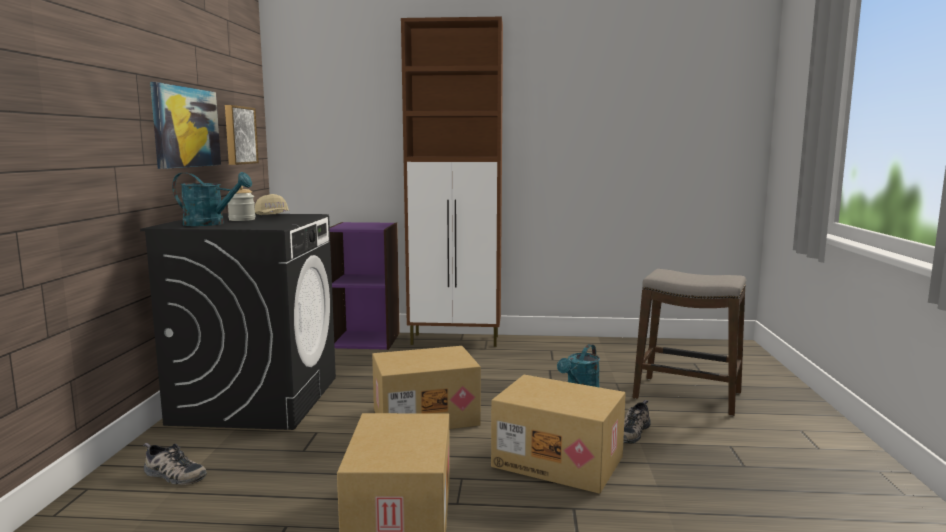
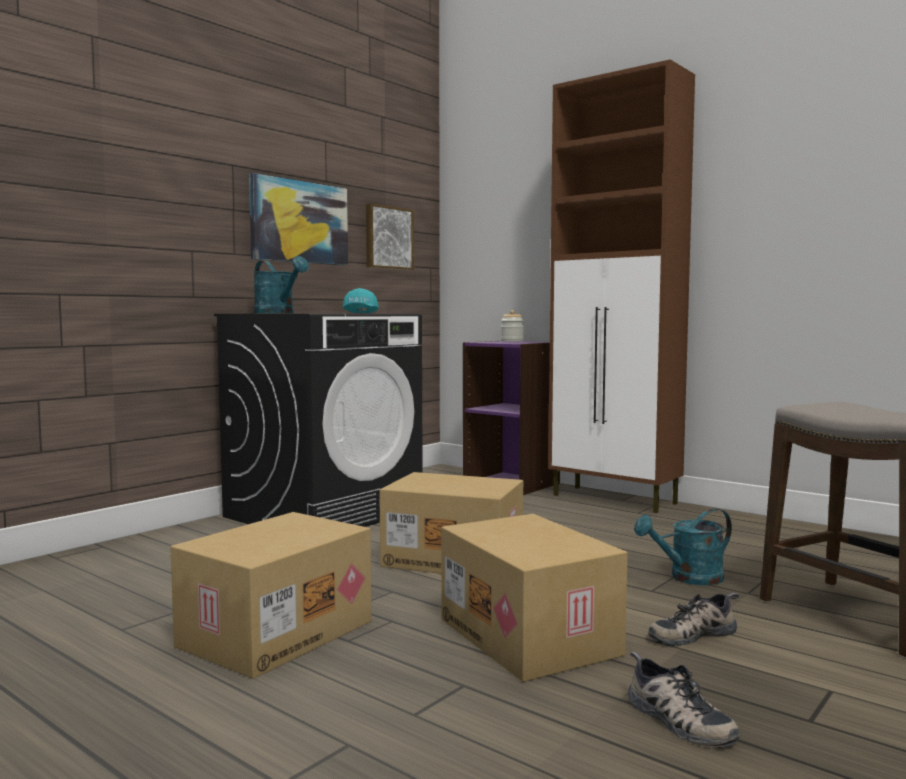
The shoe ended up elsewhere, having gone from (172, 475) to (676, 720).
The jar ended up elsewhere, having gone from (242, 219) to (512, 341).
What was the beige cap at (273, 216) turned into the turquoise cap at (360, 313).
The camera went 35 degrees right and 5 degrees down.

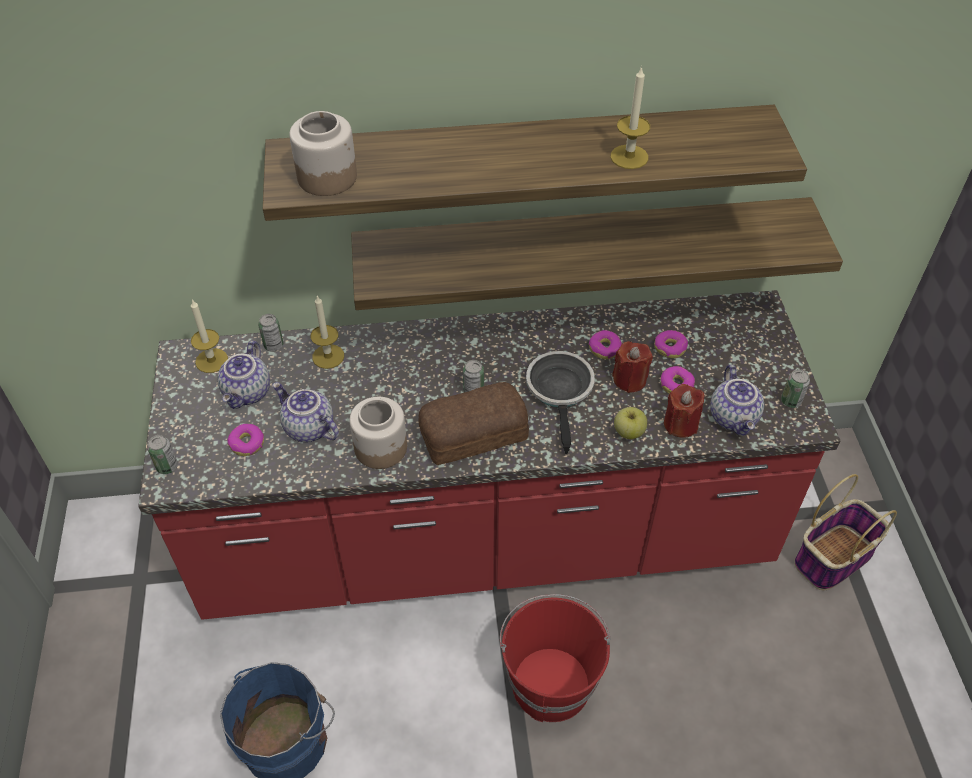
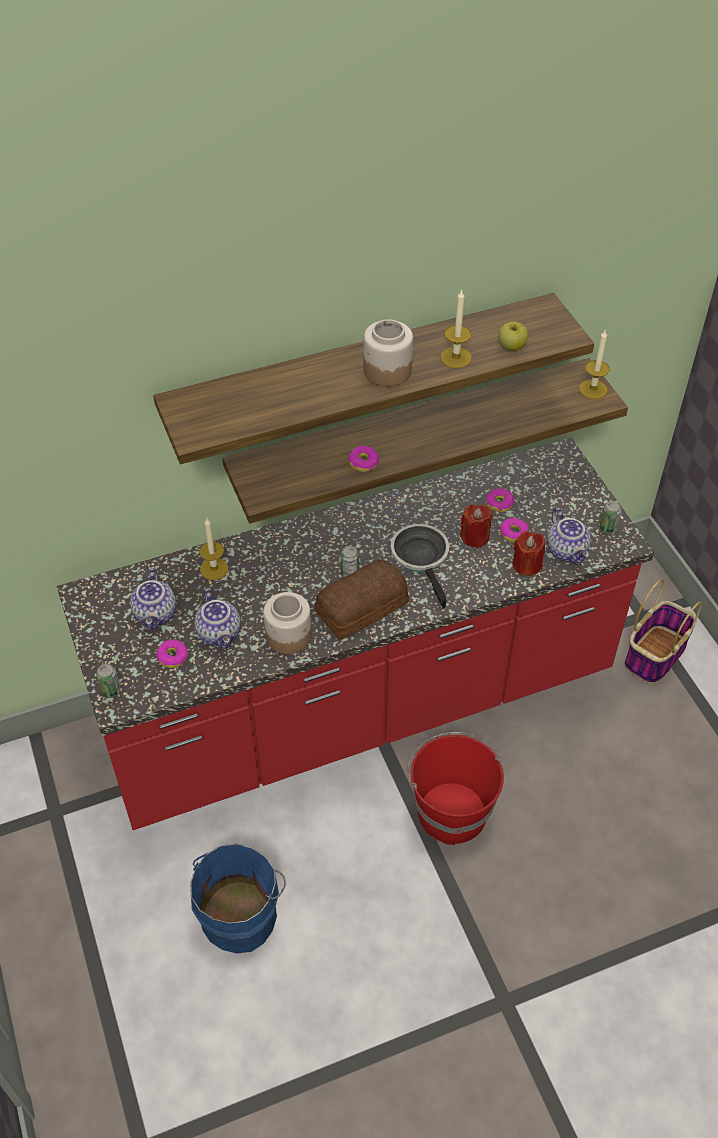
The second view lost the can at (273, 345).
The candle ended up elsewhere, having gone from (211, 360) to (593, 389).
The jar ended up elsewhere, having gone from (327, 177) to (387, 370).
The donut ended up elsewhere, having gone from (604, 349) to (363, 463).
The apple ended up elsewhere, having gone from (628, 432) to (511, 346).
The teapot at (308, 428) ended up facing another way, 135 degrees counterclockwise from before.
The camera went 15 degrees left and 0 degrees up.

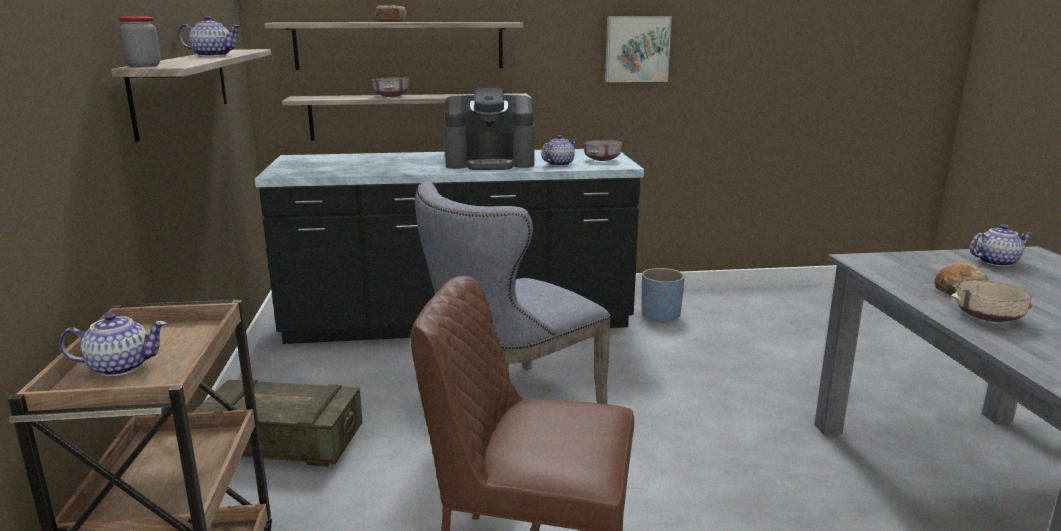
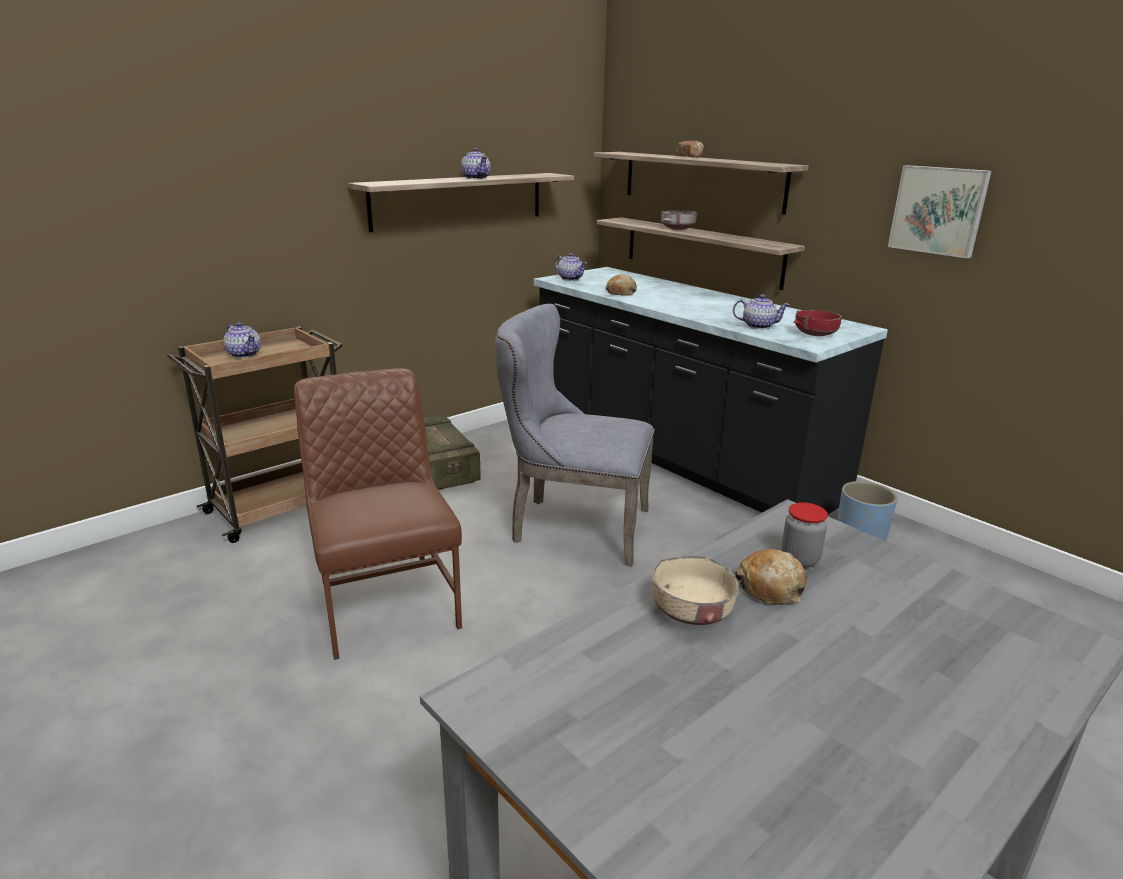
The second view lost the coffee machine at (490, 163).
The second view gained the bread at (621, 292).
The jar ended up elsewhere, having gone from (143, 66) to (799, 559).
The teapot ended up elsewhere, having gone from (995, 262) to (571, 278).
What was the grey bowl at (602, 160) turned into the red bowl at (816, 334).
The camera went 55 degrees right and 5 degrees up.

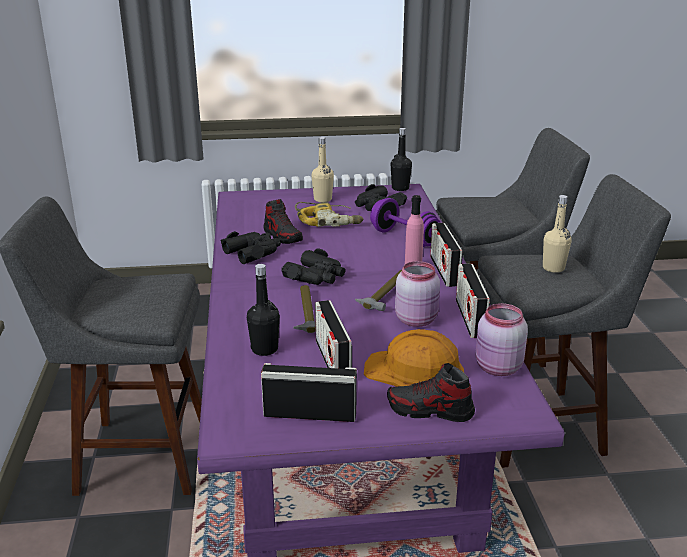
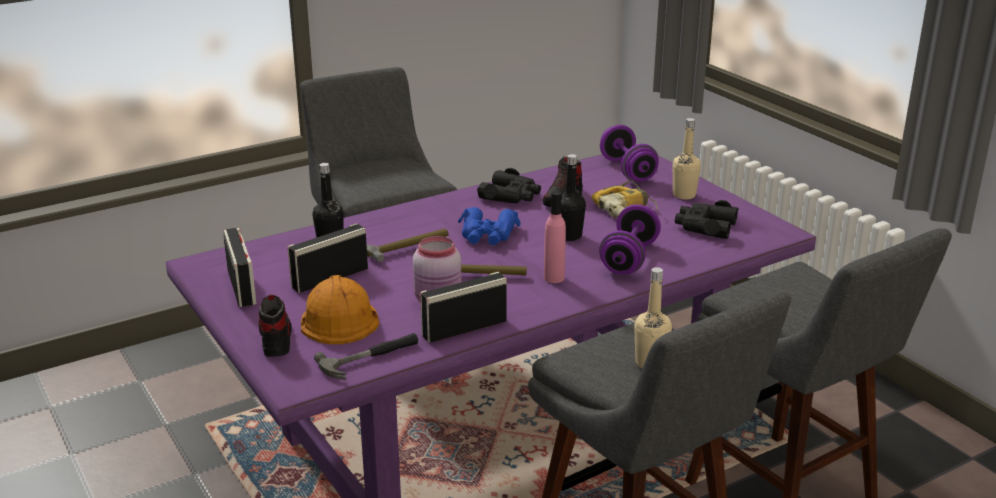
The second view lost the radio at (444, 271).
The second view gained the purple dumbbell at (627, 170).
The black bottle ended up elsewhere, having gone from (400, 188) to (569, 236).
Where the pink jar stood at (497, 368), the hammer came to stand at (371, 358).
What was the black binoculars at (316, 276) turned into the blue binoculars at (487, 235).
The camera went 65 degrees right and 0 degrees up.

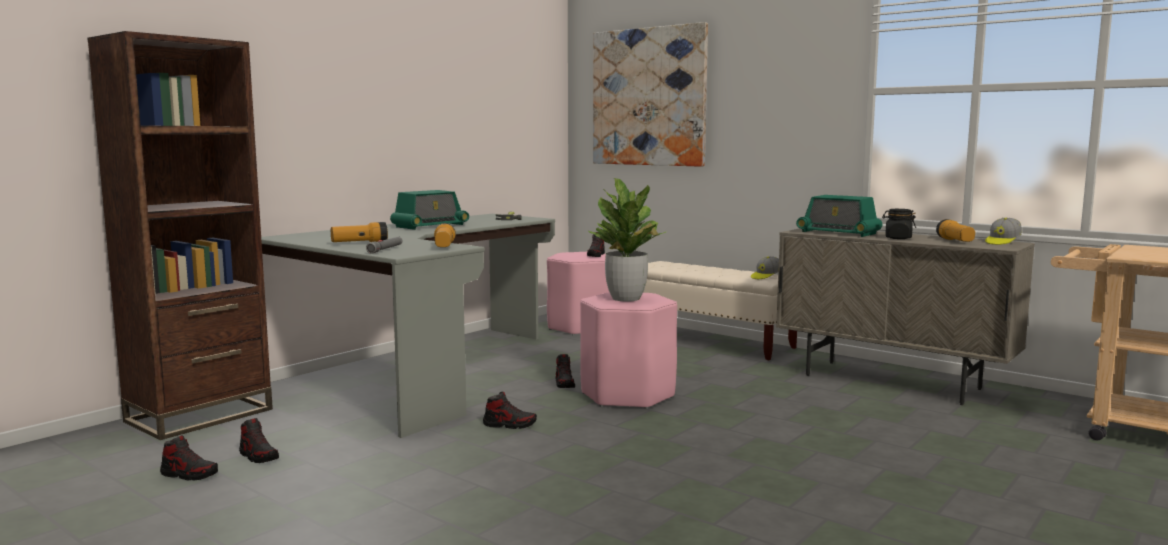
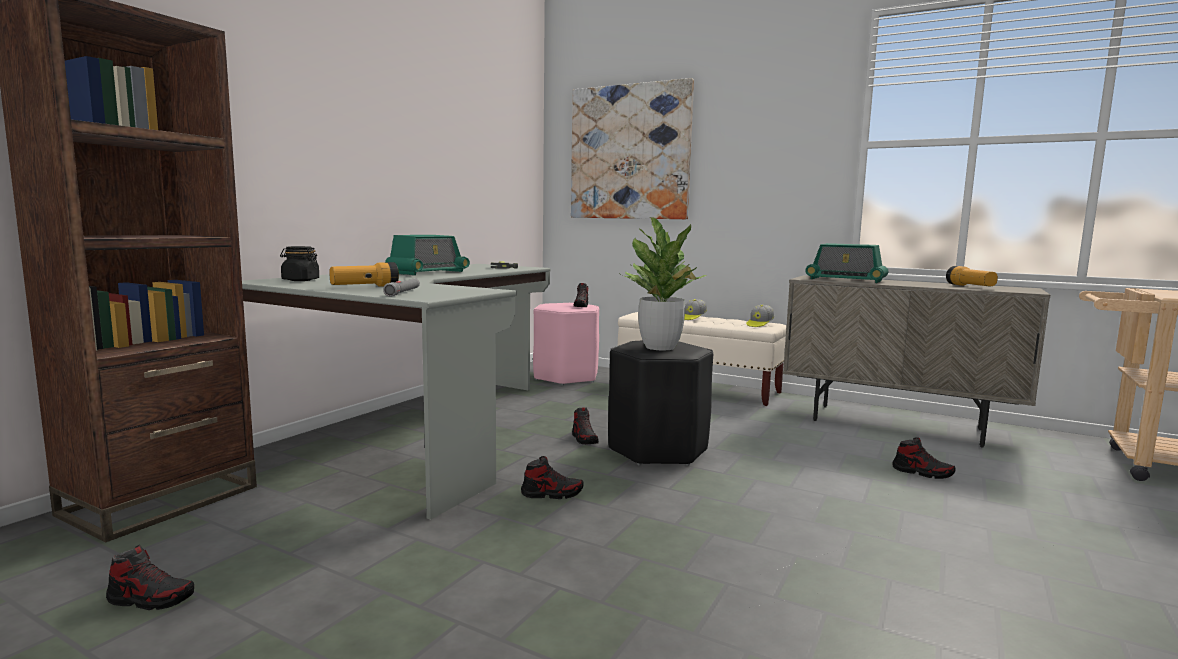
The second view lost the flashlight at (444, 246).
The shoe ended up elsewhere, having gone from (258, 456) to (922, 473).
The black jar ended up elsewhere, having gone from (898, 238) to (300, 280).
The cap ended up elsewhere, having gone from (1002, 242) to (693, 318).
What was the pink stool at (628, 395) turned into the black stool at (658, 450).
The camera went 10 degrees left and 0 degrees up.

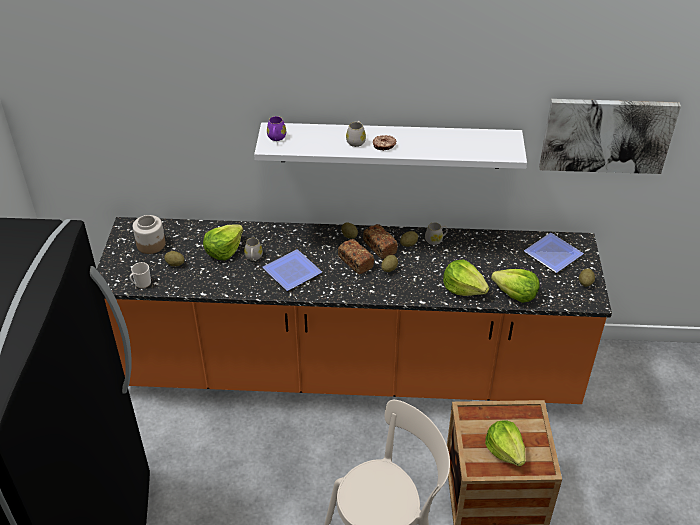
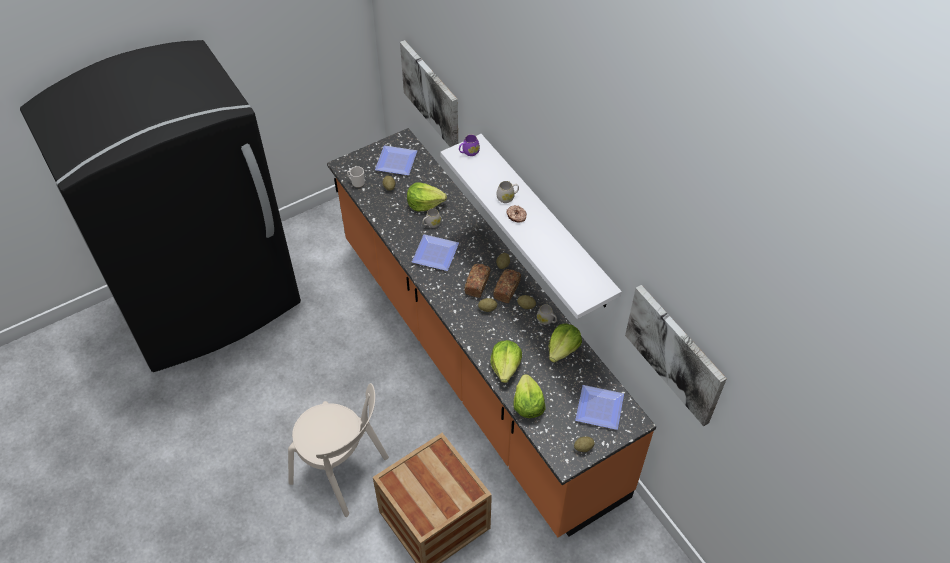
The second view gained the picture at (431, 94).
The lettuce ended up elsewhere, having gone from (505, 450) to (563, 349).
Where the jar stood at (151, 244), the plate came to stand at (397, 163).
The camera went 55 degrees right and 10 degrees up.

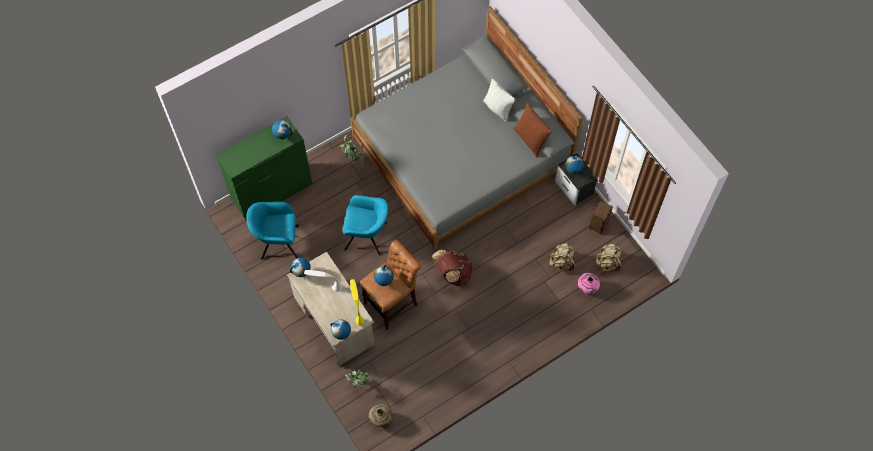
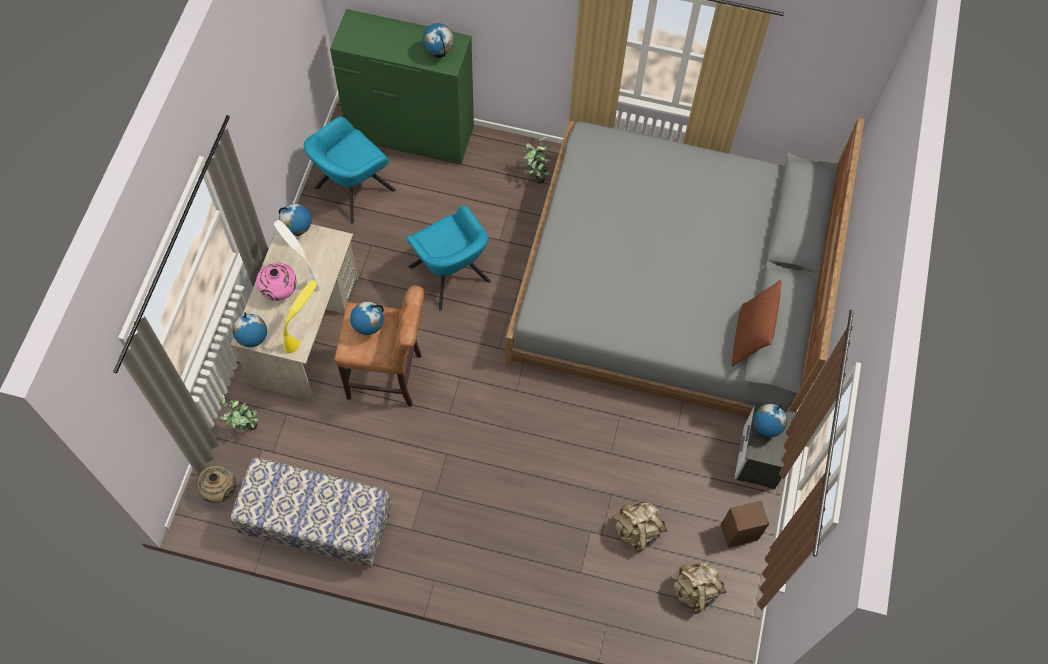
The second view lost the brown backpack at (453, 274).
The second view lost the pillow at (498, 108).
The second view gained the bench at (317, 524).
The pink vase ended up elsewhere, having gone from (587, 288) to (280, 291).
The turquoise armchair at (277, 242) ended up facing another way, 90 degrees counterclockwise from before.
The camera went 45 degrees right and 0 degrees up.

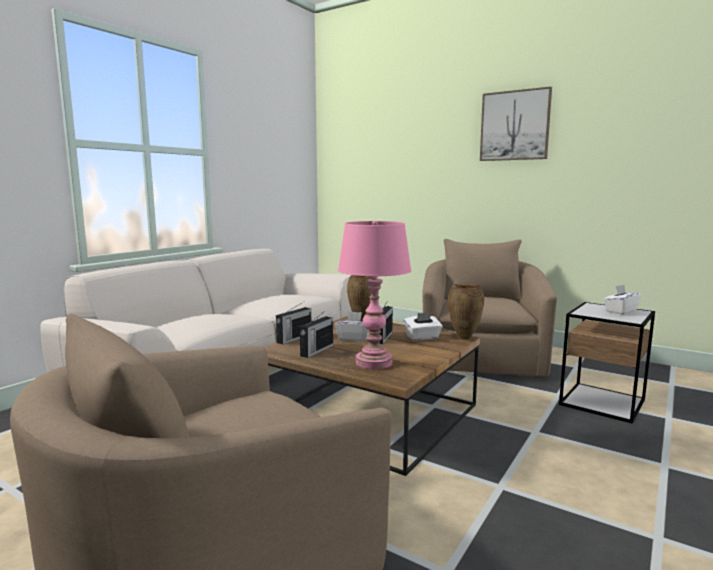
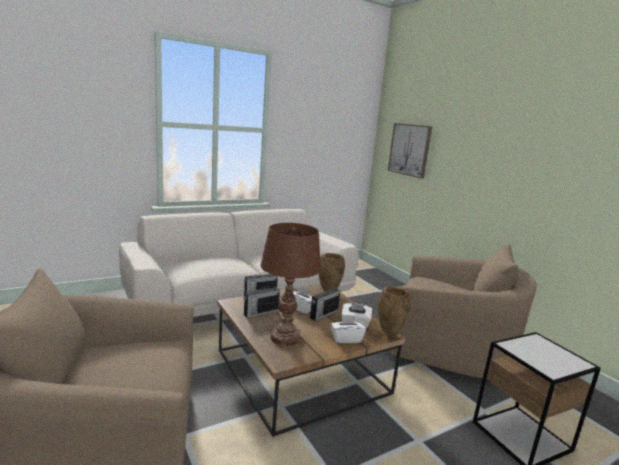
The picture ended up elsewhere, having gone from (515, 125) to (409, 150).
The white tissue box ended up elsewhere, having gone from (620, 311) to (346, 339).
What was the pink table lamp at (373, 362) turned into the brown table lamp at (285, 337).
The beige armchair at (480, 357) ended up facing another way, 75 degrees clockwise from before.
The camera went 25 degrees right and 5 degrees up.

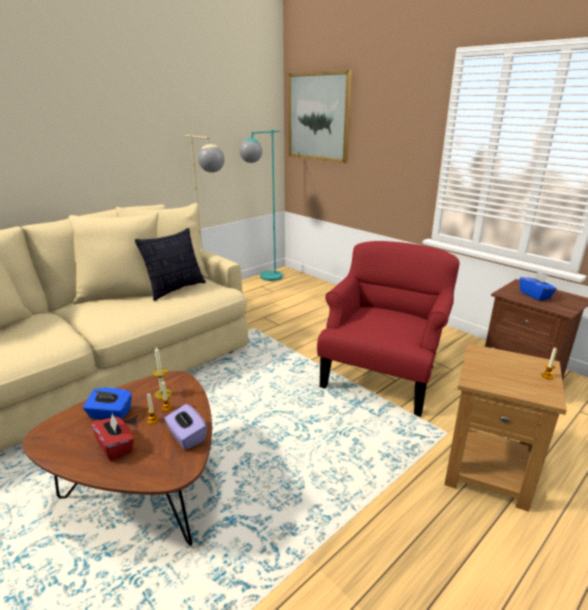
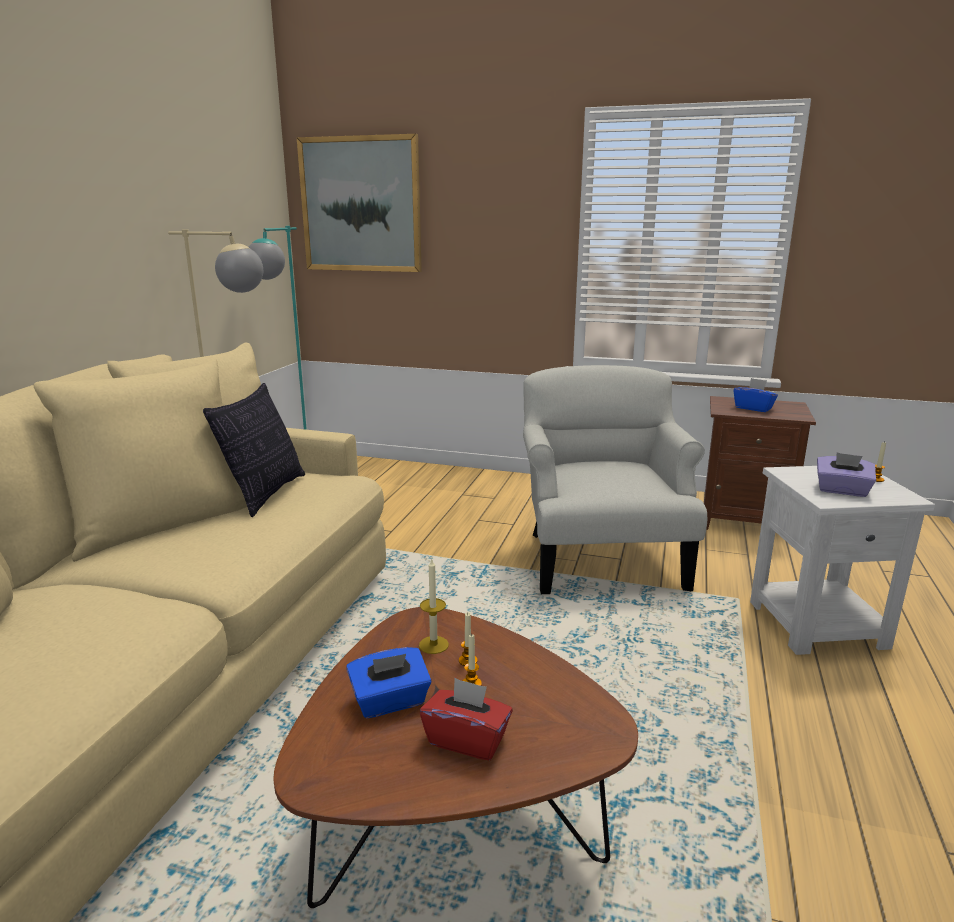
The purple tissue box ended up elsewhere, having gone from (186, 437) to (842, 490).
What was the red armchair at (382, 375) turned into the white armchair at (600, 558).
What was the brown side table at (488, 471) turned into the white side table at (818, 624).
The camera went 30 degrees left and 5 degrees down.

